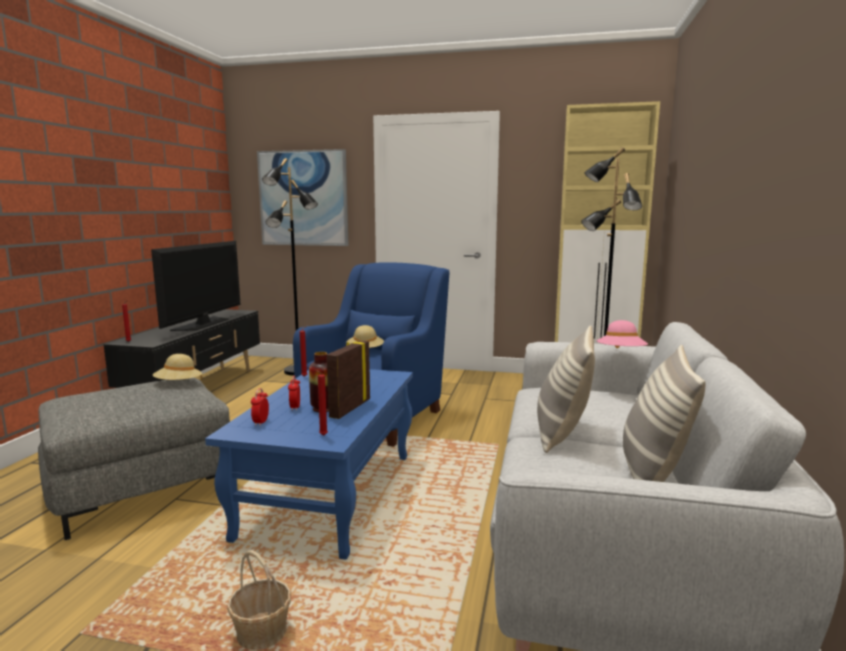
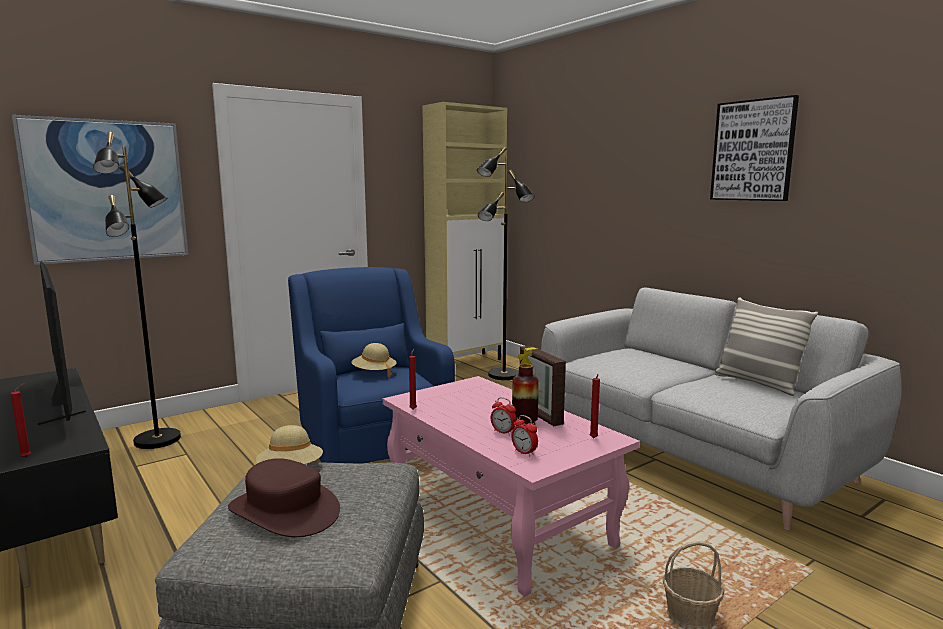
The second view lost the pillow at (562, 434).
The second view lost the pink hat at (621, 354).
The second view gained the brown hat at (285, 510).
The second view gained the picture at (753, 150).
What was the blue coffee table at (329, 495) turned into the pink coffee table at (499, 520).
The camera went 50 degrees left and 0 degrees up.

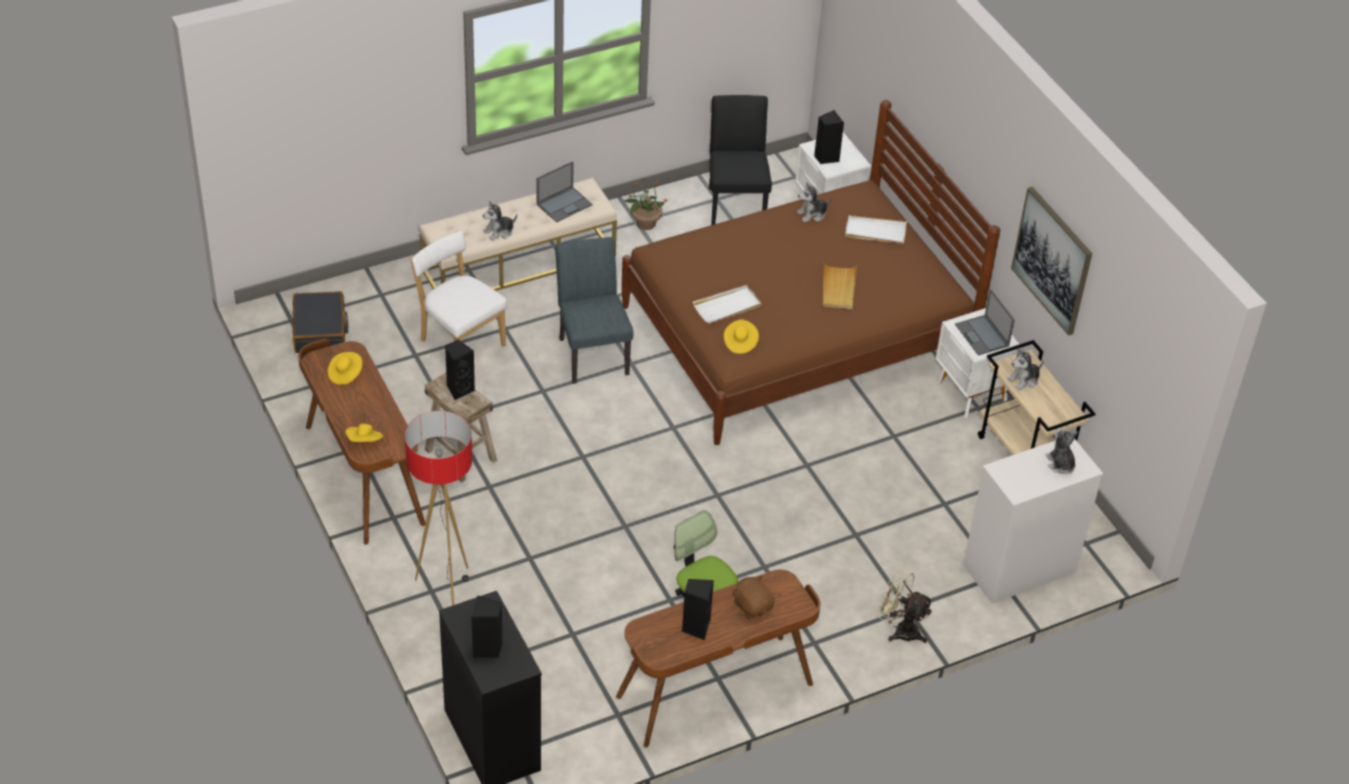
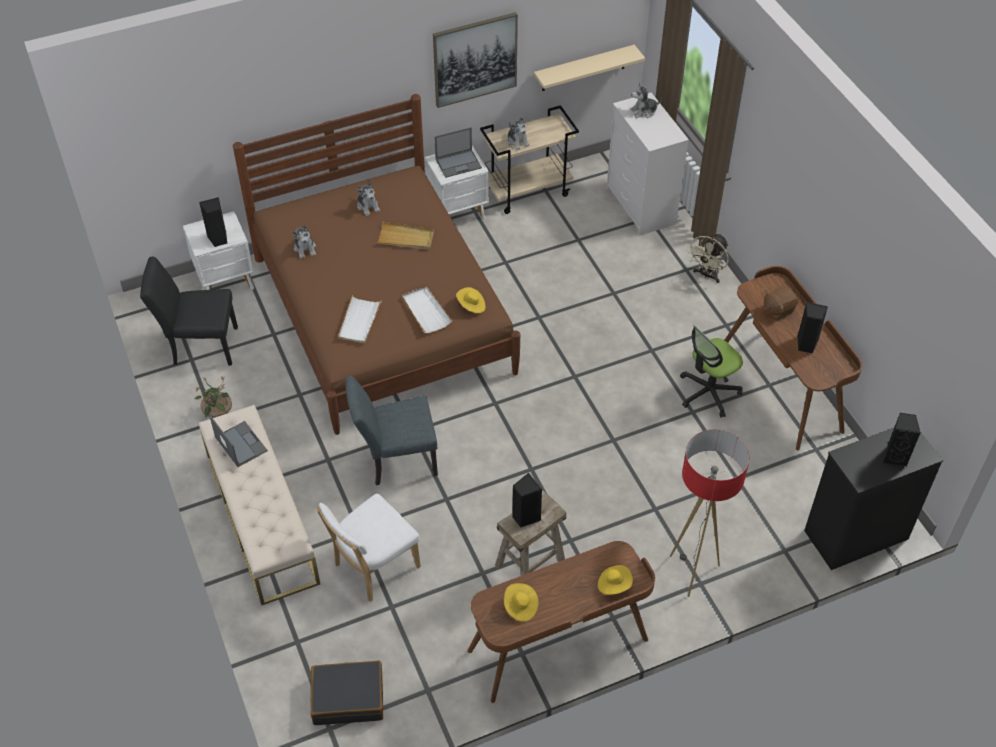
The second view gained the beige shelf at (584, 68).
The plush toy ended up elsewhere, having gone from (499, 232) to (368, 206).
The white tray ended up elsewhere, having gone from (875, 232) to (359, 321).
The camera went 85 degrees left and 5 degrees up.

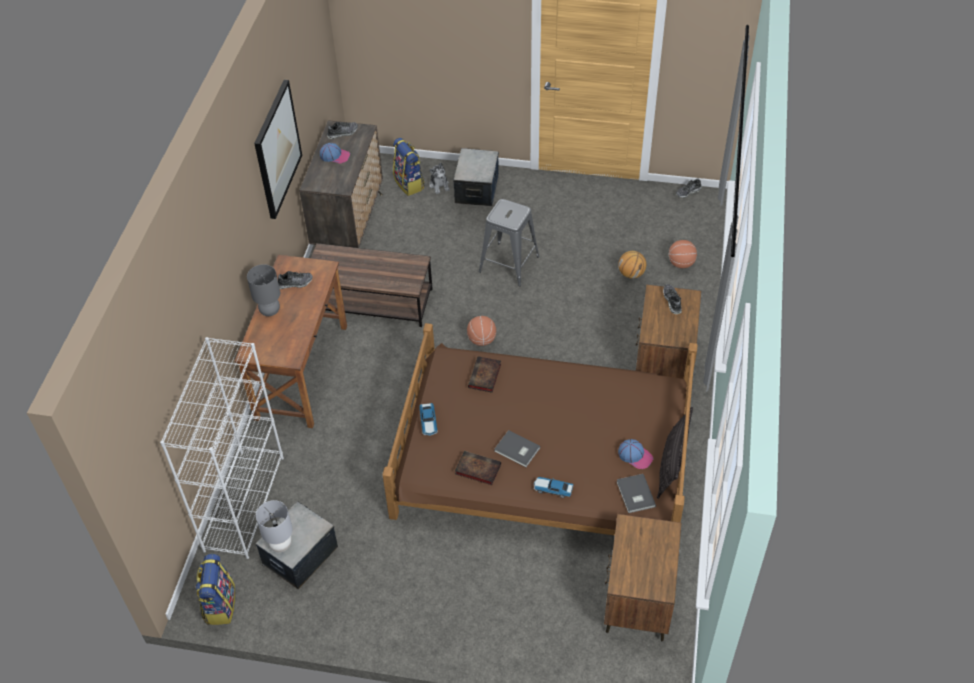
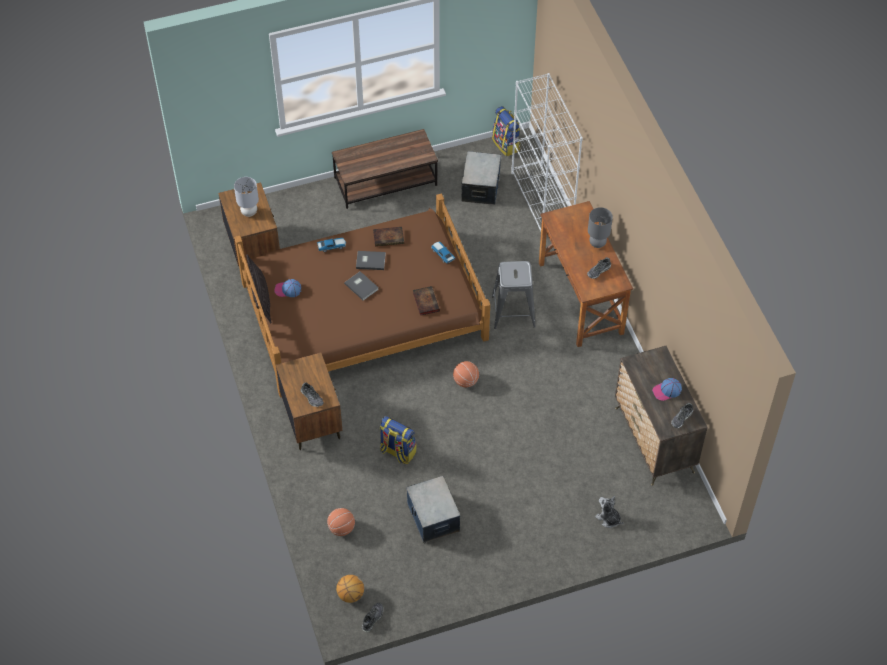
The second view lost the picture at (277, 149).
The grey table lamp ended up elsewhere, having gone from (280, 545) to (249, 212).
The brown coffee table ended up elsewhere, having gone from (371, 300) to (385, 182).
The backpack ended up elsewhere, having gone from (409, 184) to (397, 451).
The storage box ended up elsewhere, having gone from (477, 189) to (433, 518).
The grey stool ended up elsewhere, having gone from (509, 264) to (513, 311).
The grey book ended up elsewhere, having gone from (635, 495) to (361, 286).
The basketball ended up elsewhere, having gone from (631, 274) to (350, 595).
The camera went 150 degrees right and 5 degrees up.

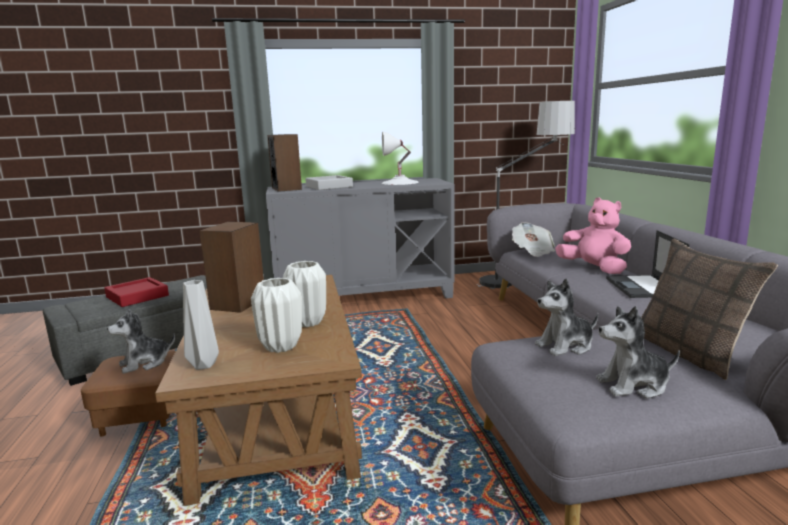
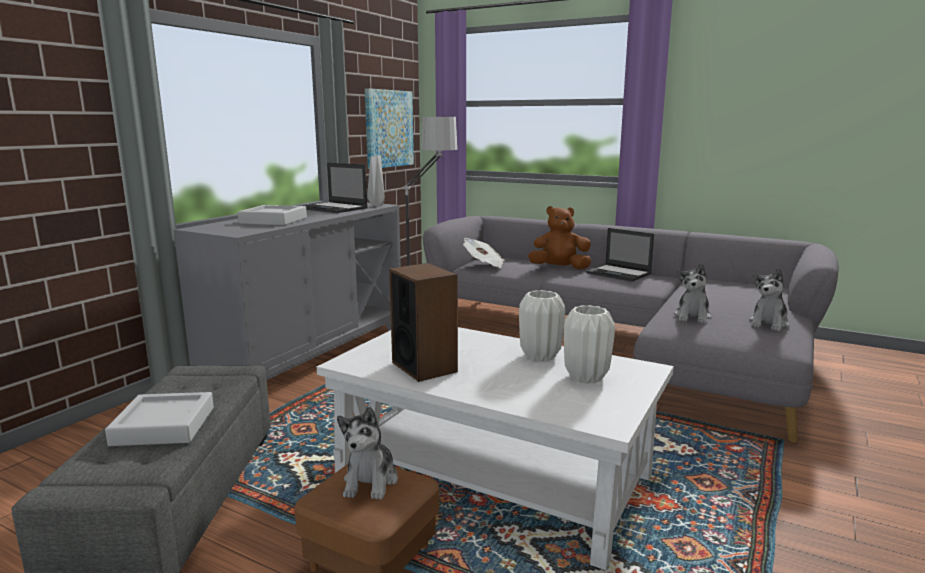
The second view lost the speaker at (287, 189).
The second view lost the pillow at (689, 352).
The second view gained the picture at (388, 128).
The grey vase ended up elsewhere, having gone from (204, 366) to (377, 205).
Where the white table lamp stood at (400, 182), the laptop came to stand at (334, 208).
What was the red tray at (137, 296) turned into the grey tray at (164, 426).
What was the brown coffee table at (278, 413) turned into the white coffee table at (495, 476).
What was the pink plush toy at (594, 269) turned into the brown plush toy at (559, 268).
The camera went 50 degrees left and 0 degrees up.

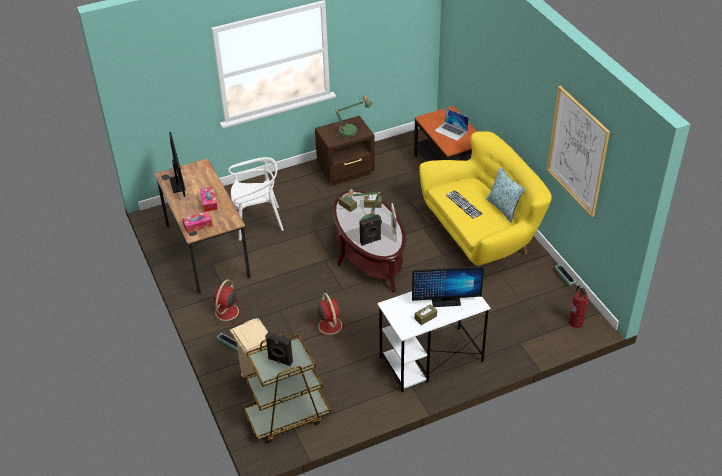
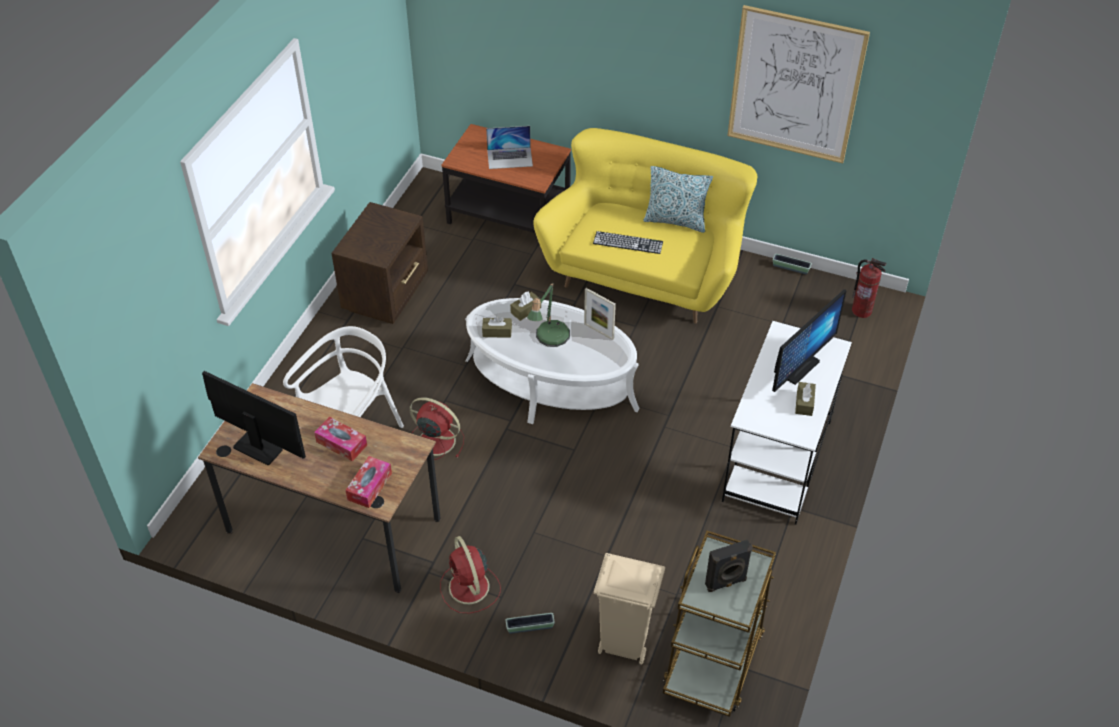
The second view lost the table lamp at (351, 131).
The second view lost the black speaker at (370, 241).
The red fan ended up elsewhere, having gone from (329, 324) to (435, 440).
What was the brown coffee table at (369, 254) turned into the white coffee table at (550, 384).
The camera went 45 degrees left and 5 degrees up.

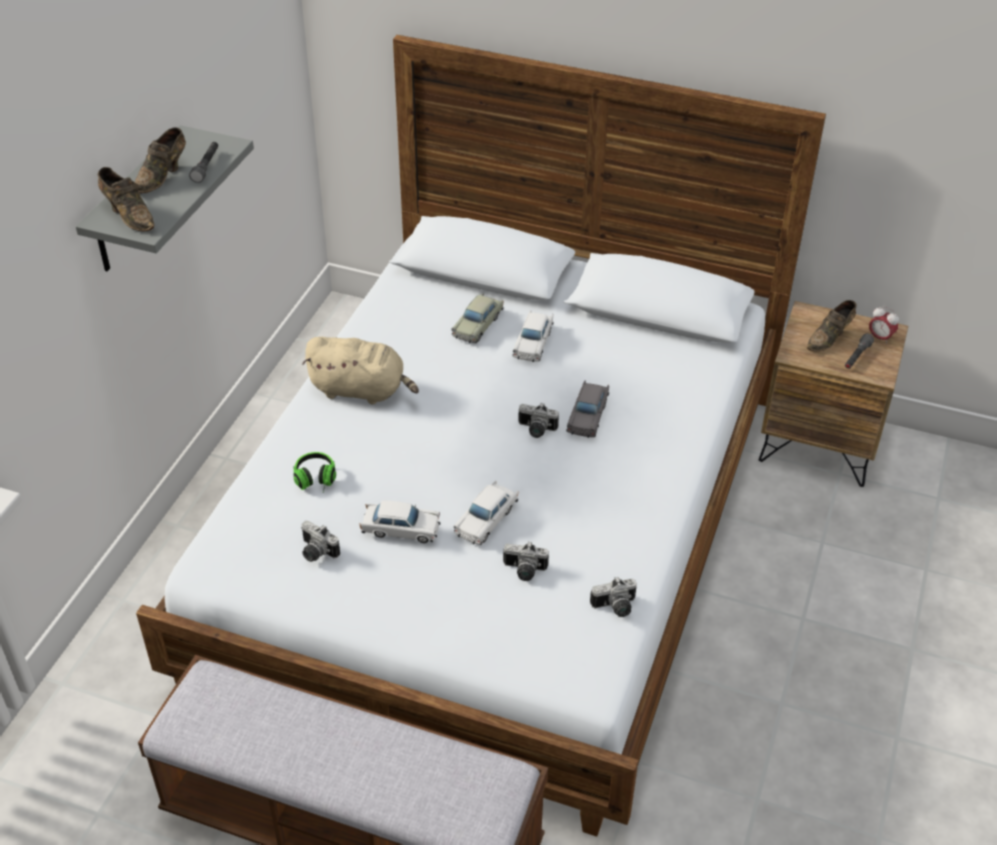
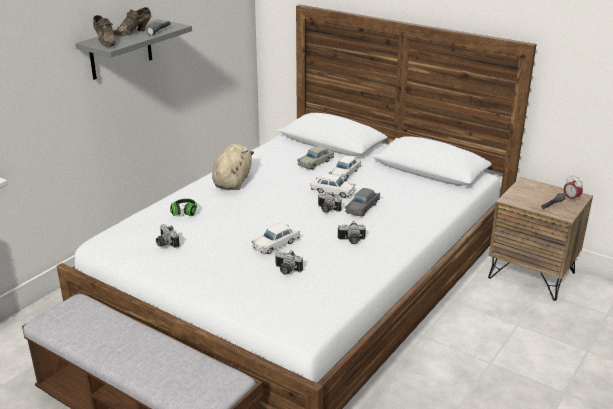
The second view lost the brown shoe at (830, 338).
The white toy car ended up elsewhere, having gone from (400, 529) to (332, 191).
The photo camera ended up elsewhere, having gone from (615, 607) to (351, 241).
The beige plush toy at (361, 390) ended up facing another way, 105 degrees counterclockwise from before.
The camera went 15 degrees right and 15 degrees down.

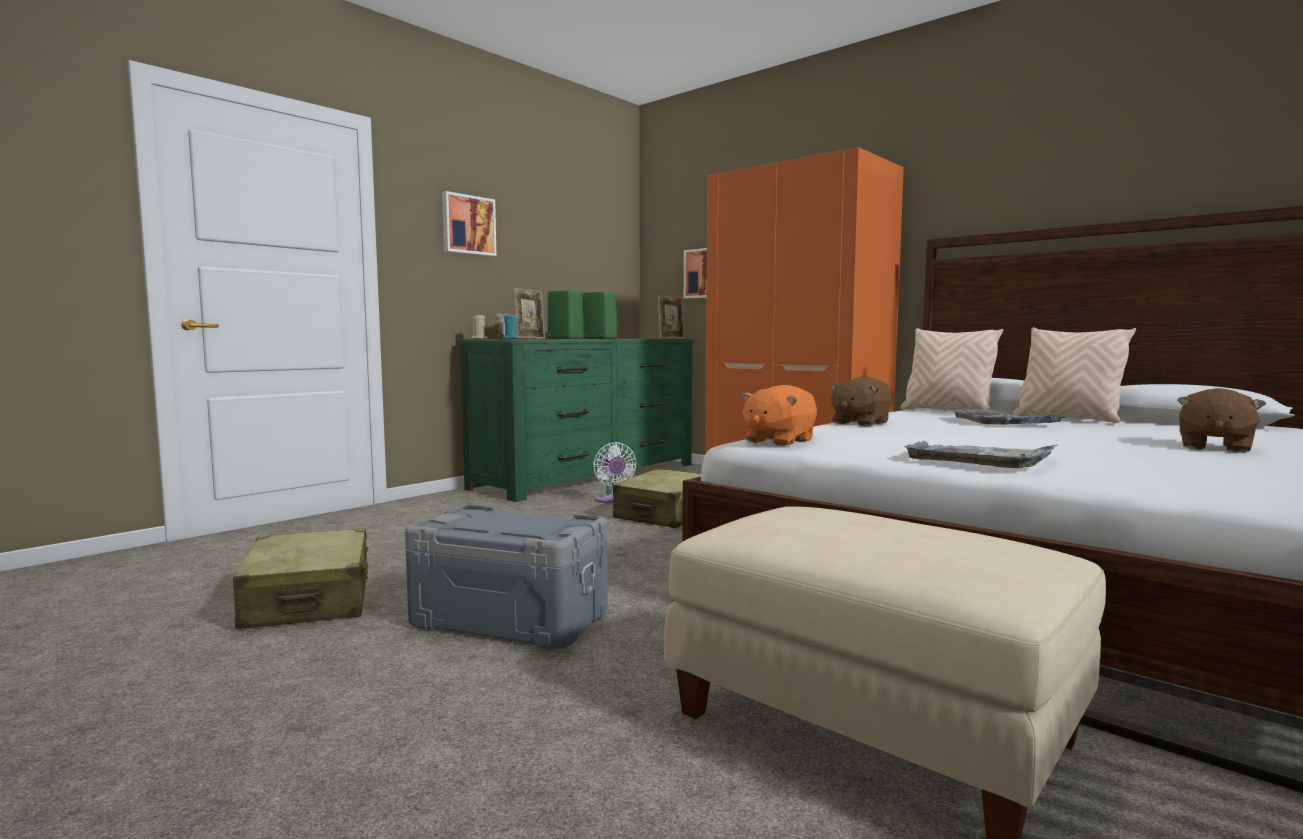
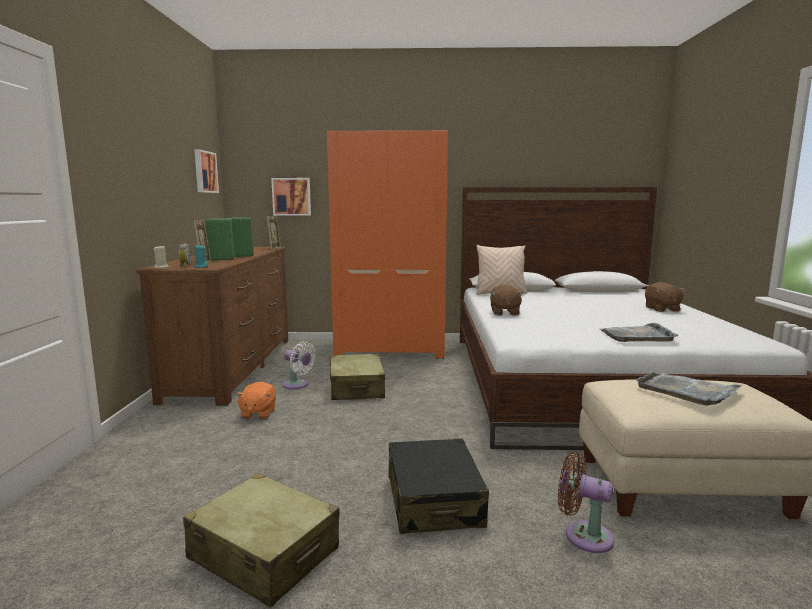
The second view lost the beige pillow at (1067, 419).
The second view gained the brown fan at (583, 535).
The picture ended up elsewhere, having gone from (468, 225) to (204, 172).
The orange plush toy ended up elsewhere, having gone from (778, 441) to (258, 413).
The grey tray ended up elsewhere, having gone from (1002, 421) to (687, 390).
Where the grey storage box stood at (511, 618), the black suitcase came to stand at (434, 501).
What was the green dresser at (588, 476) turned into the brown dresser at (233, 367).
The camera went 40 degrees left and 5 degrees up.

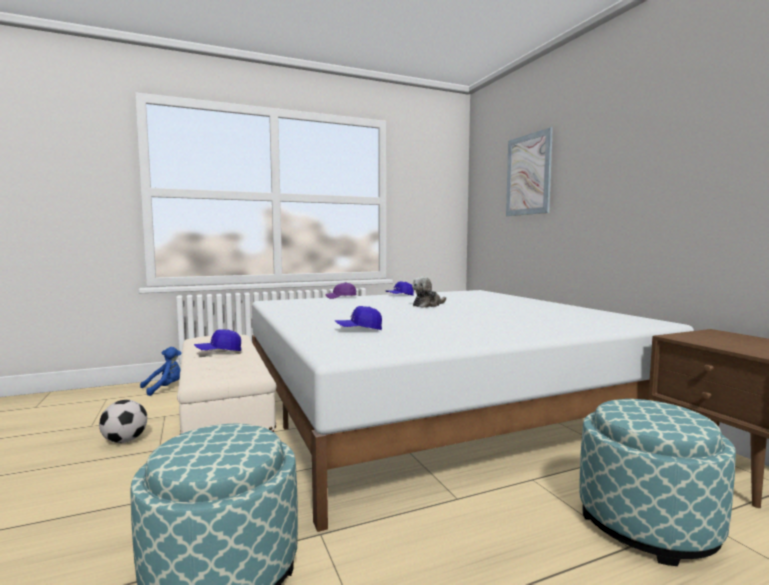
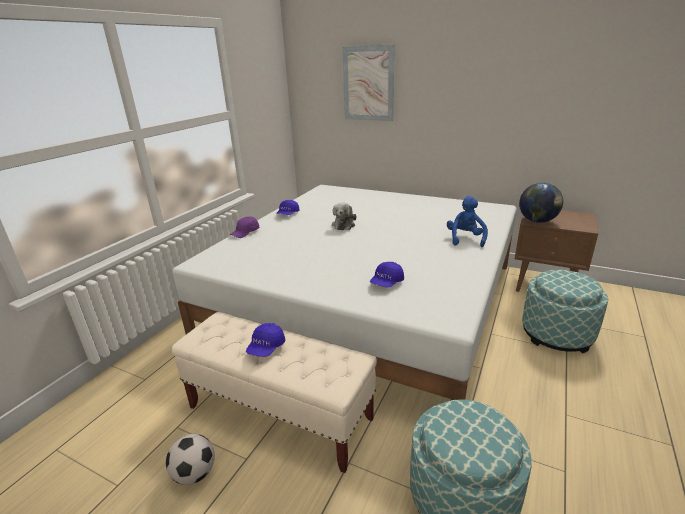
The second view gained the globe at (537, 221).
The blue plush toy ended up elsewhere, having gone from (165, 388) to (465, 239).
The camera went 40 degrees left and 20 degrees up.

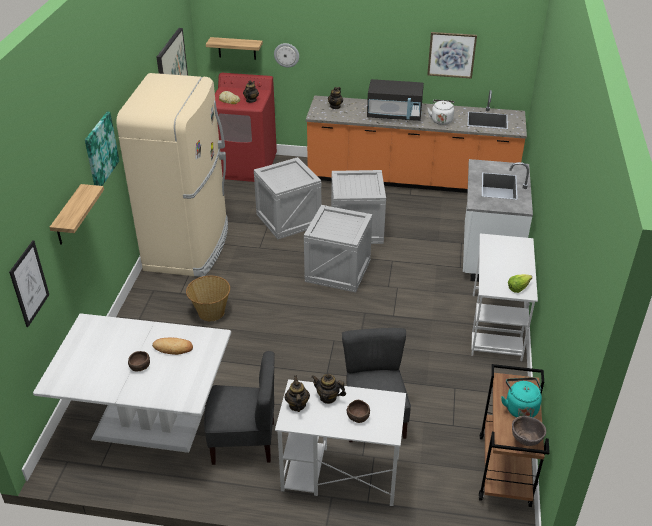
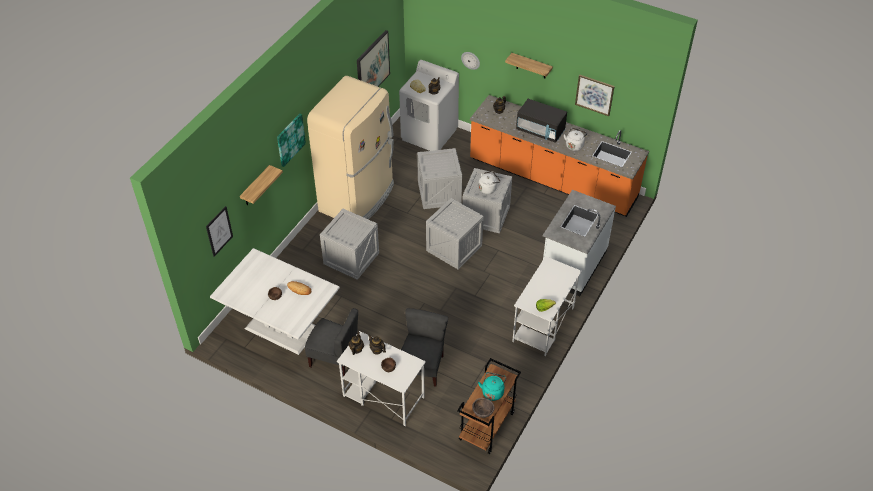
The second view gained the white kettle at (488, 188).
The shelf ended up elsewhere, having gone from (237, 48) to (531, 66).
Where the basket stood at (210, 312), the crate came to stand at (351, 258).
What was the red washing machine at (246, 167) turned into the white washing machine at (429, 134).
The camera went 20 degrees right and 10 degrees up.

